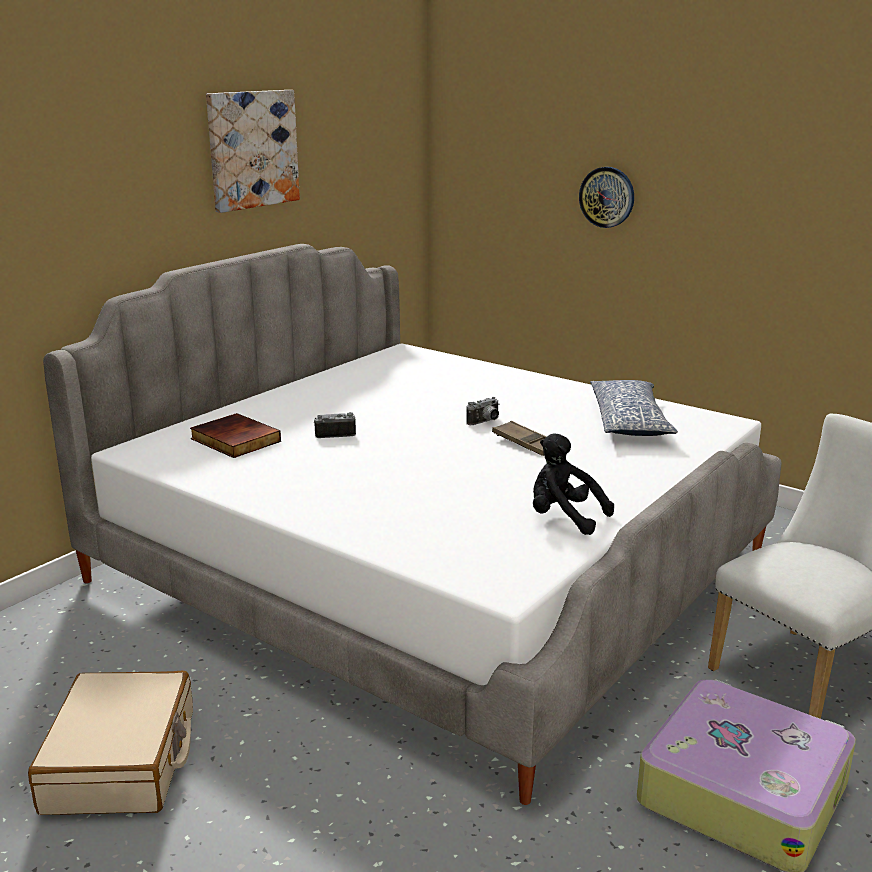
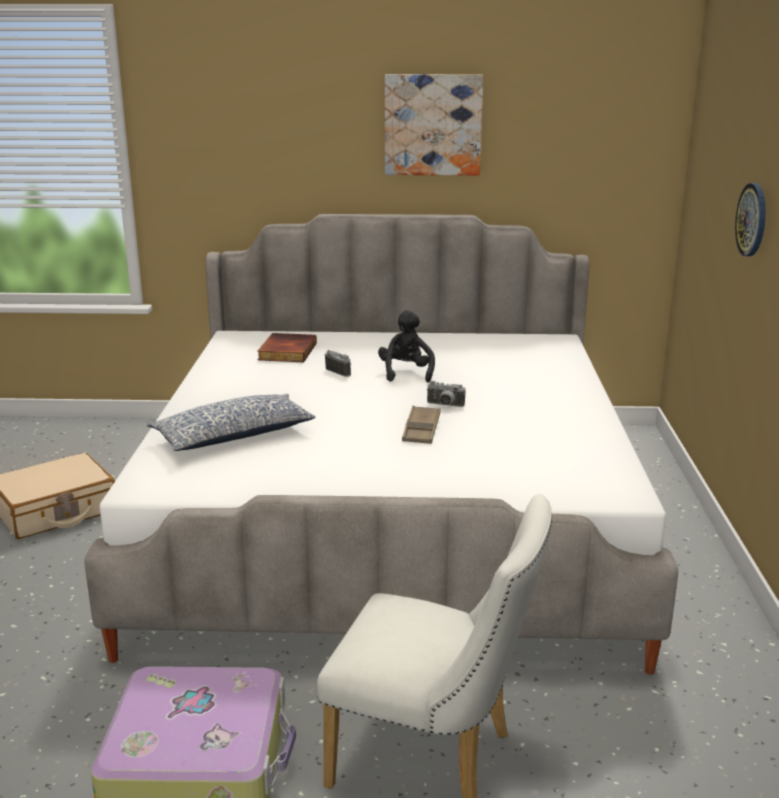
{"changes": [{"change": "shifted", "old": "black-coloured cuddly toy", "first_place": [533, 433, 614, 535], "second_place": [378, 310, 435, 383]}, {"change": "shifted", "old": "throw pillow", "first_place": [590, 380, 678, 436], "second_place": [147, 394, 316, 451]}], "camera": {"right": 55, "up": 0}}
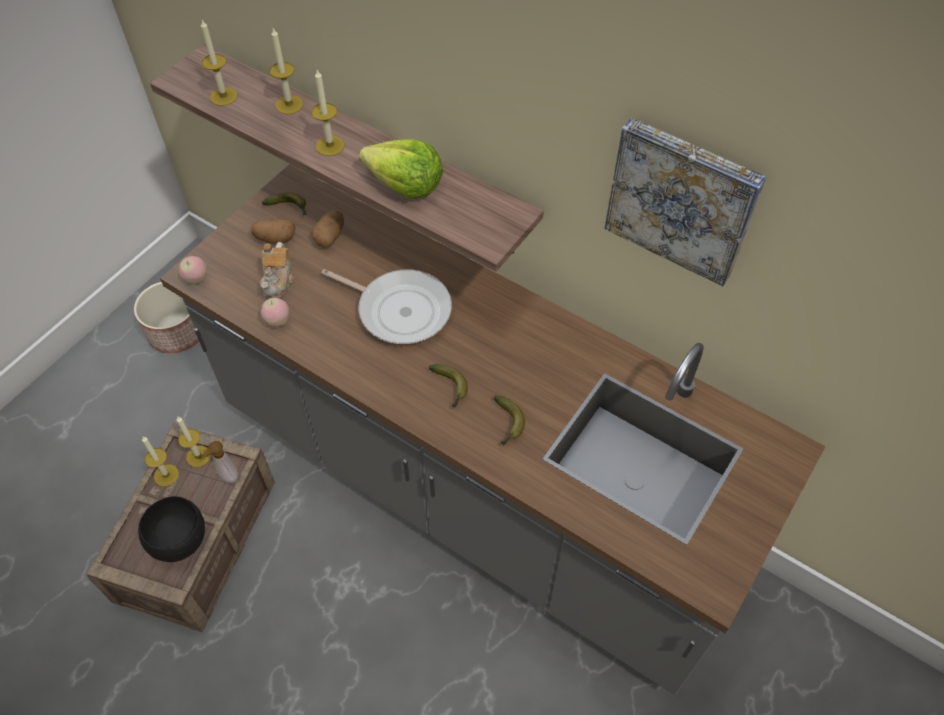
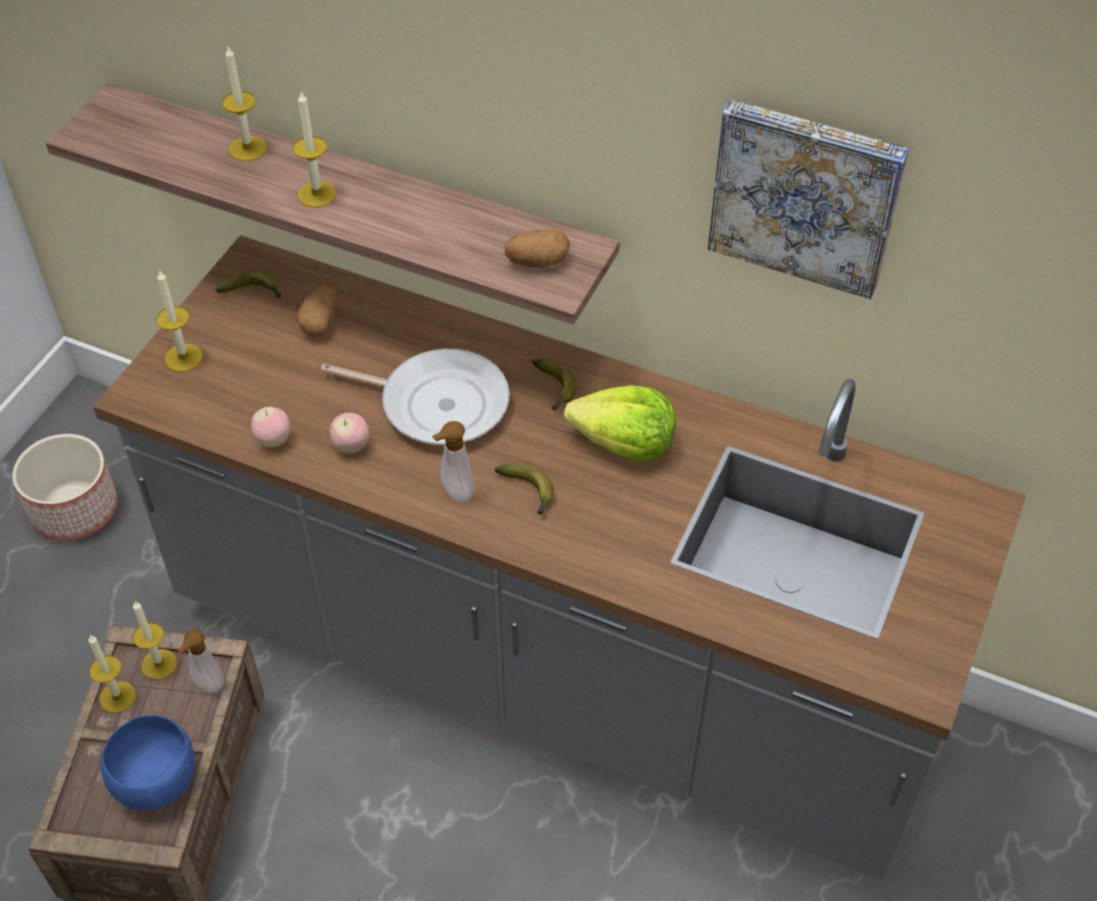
{"changes": [{"change": "repainted", "old": "black-coloured deep dish", "new": "blue deep dish", "first_place": [138, 496, 205, 562], "second_place": [101, 715, 195, 810]}, {"change": "shifted", "old": "apple", "first_place": [179, 256, 207, 285], "second_place": [330, 413, 369, 454]}, {"change": "shifted", "old": "wax candle", "first_place": [201, 20, 238, 106], "second_place": [156, 270, 203, 372]}, {"change": "shifted", "old": "whole potato", "first_place": [251, 219, 295, 244], "second_place": [504, 229, 570, 268]}, {"change": "gone", "old": "pot for tea", "first_place": [260, 242, 295, 299]}, {"change": "shifted", "old": "lettuce", "first_place": [359, 139, 443, 200], "second_place": [564, 386, 676, 462]}, {"change": "shifted", "old": "banana", "first_place": [494, 396, 525, 446], "second_place": [532, 359, 577, 411]}, {"change": "new", "new": "liquid soap bottle", "second_place": [432, 421, 474, 502]}], "camera": {"right": -10, "up": -5}}
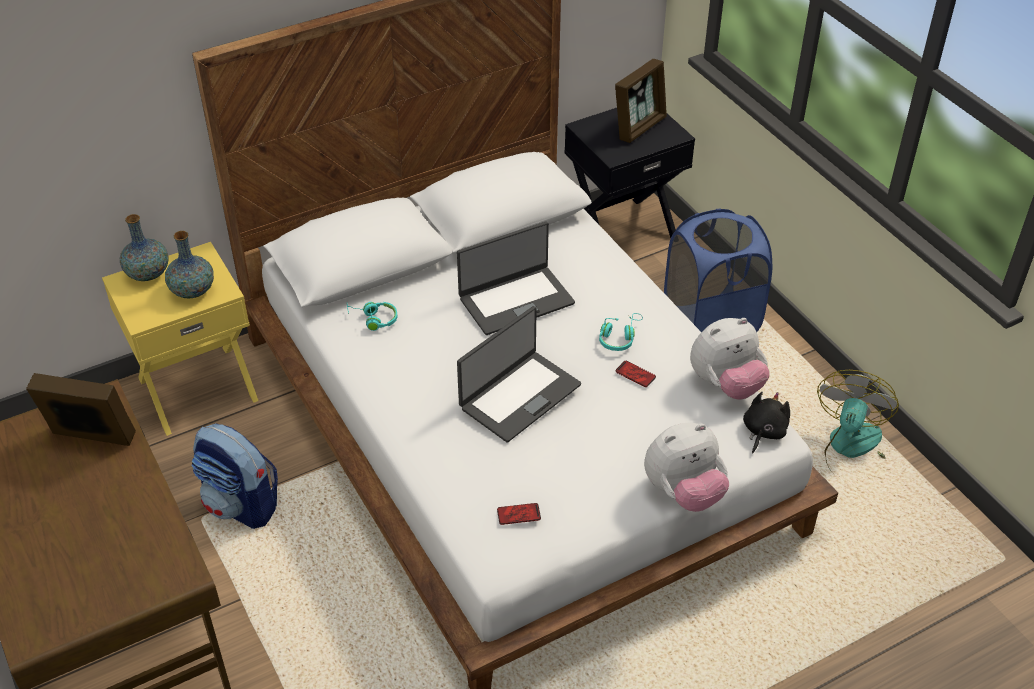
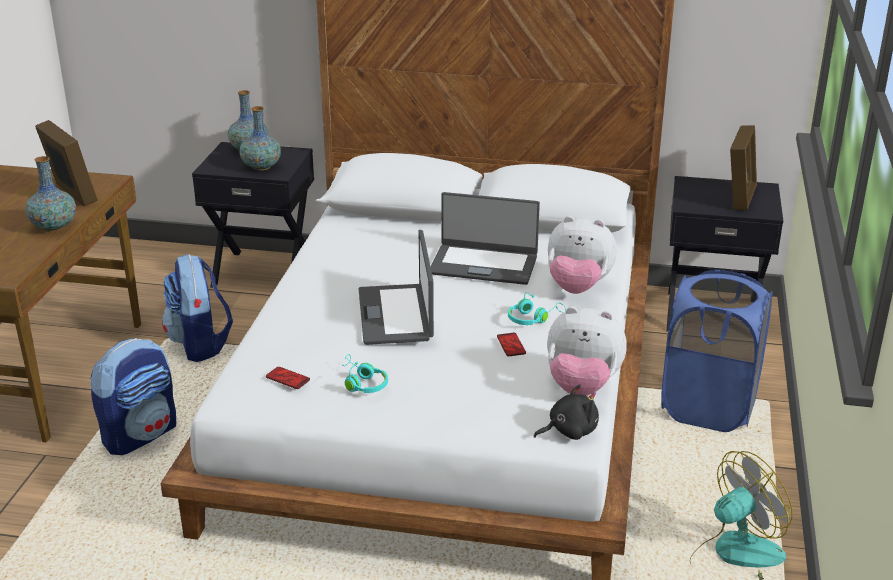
{"changes": [{"change": "repainted", "old": "yellowish bedside table", "new": "black-coloured bedside table", "first_place": [102, 242, 259, 436], "second_place": [192, 142, 314, 288]}, {"change": "shifted", "old": "turquoise-coloured headset", "first_place": [347, 302, 397, 331], "second_place": [342, 354, 388, 393]}, {"change": "rotated", "old": "laptop", "first_place": [457, 306, 581, 443], "second_place": [358, 230, 434, 345], "degrees": 90}, {"change": "rotated", "old": "photo frame", "first_place": [615, 59, 667, 143], "second_place": [730, 125, 757, 210], "degrees": -60}, {"change": "shifted", "old": "cuddly toy", "first_place": [644, 423, 729, 512], "second_place": [548, 216, 617, 294]}, {"change": "new", "new": "flower vase", "second_place": [25, 156, 76, 232]}, {"change": "new", "new": "rucksack", "second_place": [90, 338, 176, 455]}], "camera": {"right": 40, "up": -15}}
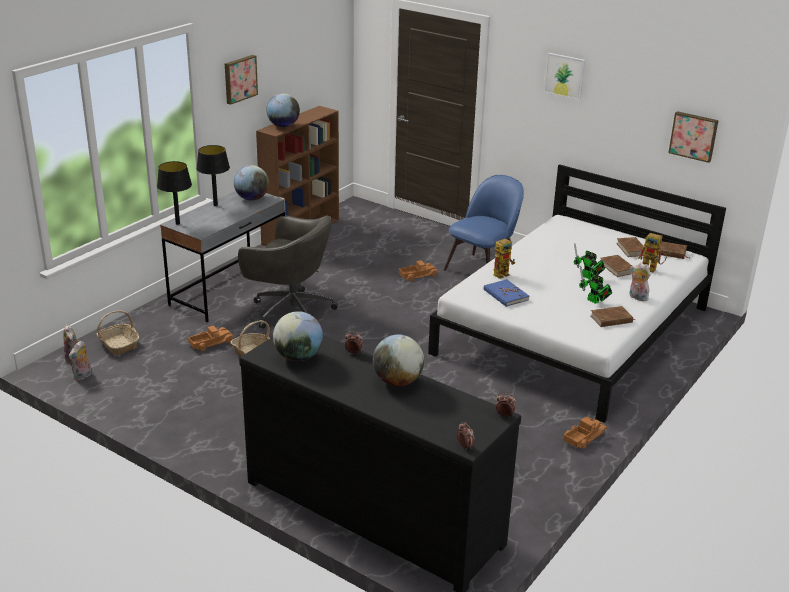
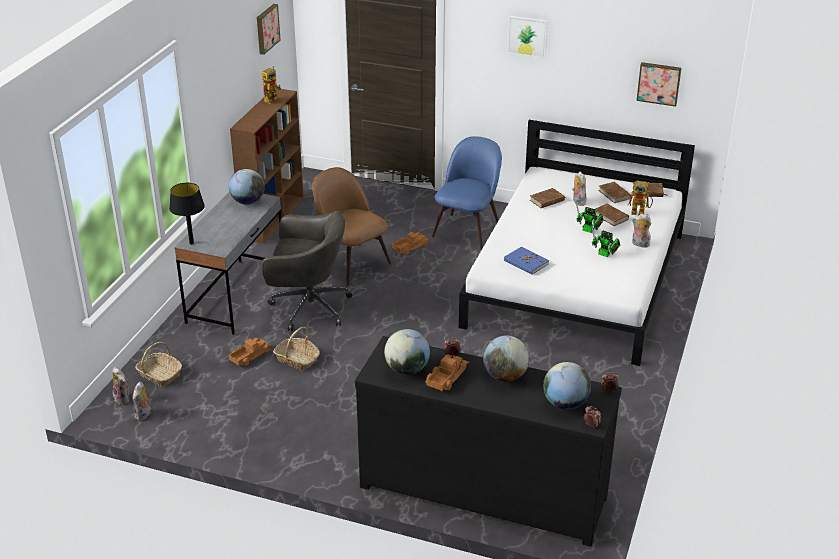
{"changes": [{"change": "gone", "old": "black-coloured tabletop lamp", "first_place": [196, 145, 230, 206]}, {"change": "shifted", "old": "wall art", "first_place": [225, 55, 258, 105], "second_place": [257, 4, 280, 55]}, {"change": "shifted", "old": "desk globe", "first_place": [266, 93, 300, 127], "second_place": [543, 362, 591, 410]}, {"change": "shifted", "old": "toy robot", "first_place": [494, 237, 515, 279], "second_place": [262, 66, 281, 104]}, {"change": "shifted", "old": "toy lorry", "first_place": [562, 417, 607, 449], "second_place": [425, 354, 469, 391]}, {"change": "shifted", "old": "brownish book", "first_place": [591, 306, 635, 327], "second_place": [530, 188, 566, 208]}, {"change": "new", "new": "brownish upright chair", "second_place": [312, 167, 391, 286]}, {"change": "new", "new": "cuddly toy", "second_place": [572, 172, 587, 206]}], "camera": {"right": -15, "up": 5}}
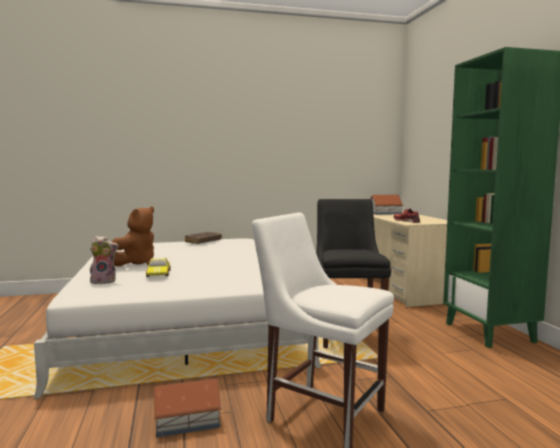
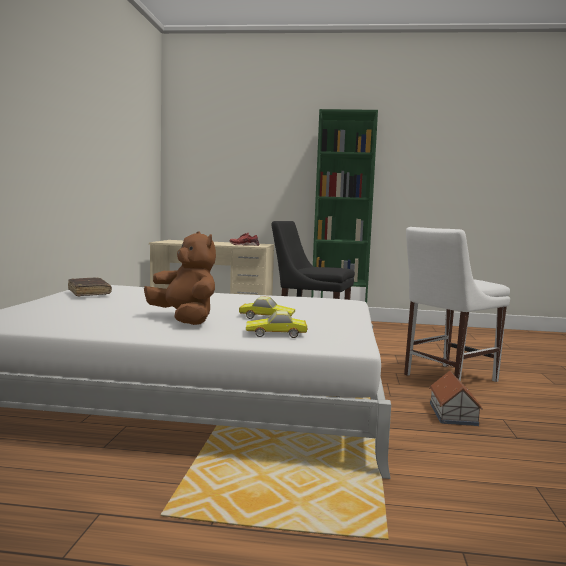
{"changes": [{"change": "swapped", "old": "cuddly toy", "new": "model car", "first_place": [90, 236, 119, 284], "second_place": [246, 310, 307, 338]}, {"change": "gone", "old": "model house", "first_place": [371, 194, 403, 215]}], "camera": {"right": -70, "up": 0}}
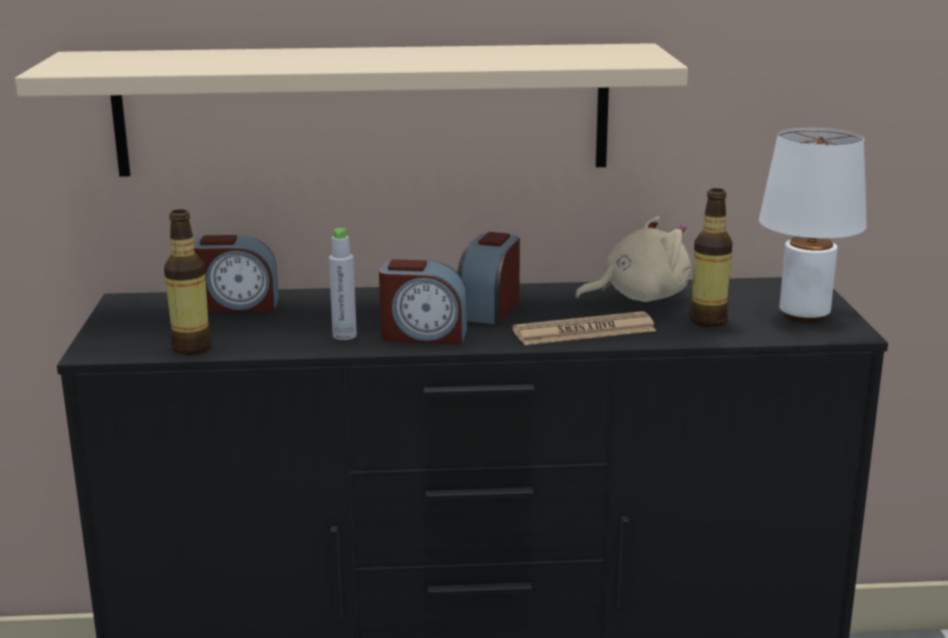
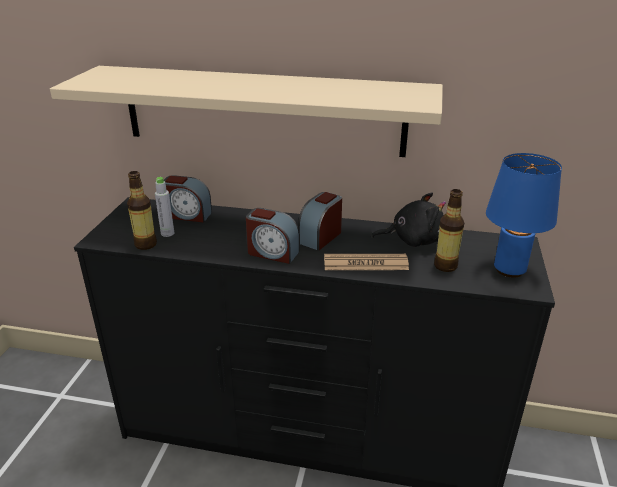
{"changes": [{"change": "shifted", "old": "grey bottle", "first_place": [329, 228, 357, 340], "second_place": [155, 177, 174, 237]}, {"change": "repainted", "old": "sand-coloured cuddly toy", "new": "black-coloured cuddly toy", "first_place": [575, 216, 691, 302], "second_place": [371, 192, 446, 247]}, {"change": "repainted", "old": "white tabletop lamp", "new": "blue tabletop lamp", "first_place": [759, 127, 867, 323], "second_place": [486, 153, 562, 278]}], "camera": {"right": 15, "up": 10}}
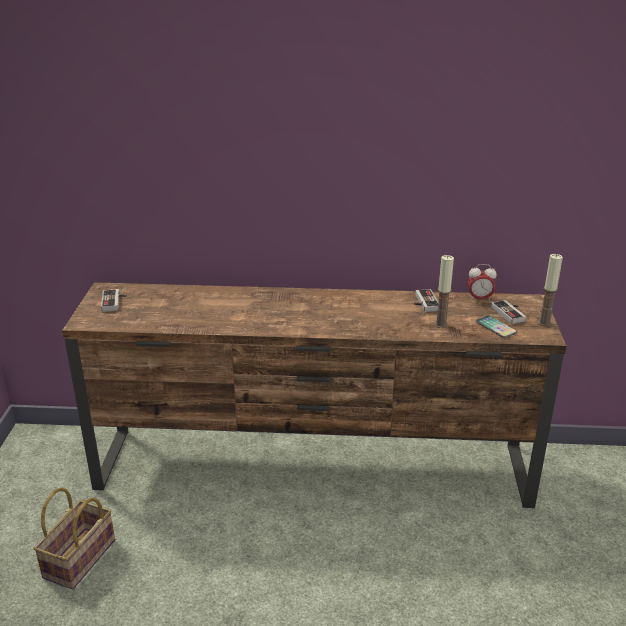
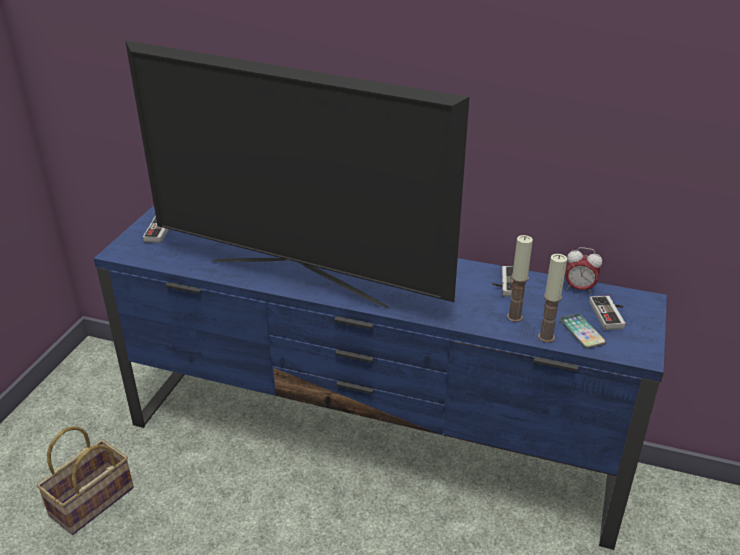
{"changes": [{"change": "repainted", "old": "brownish tv unit", "new": "blue tv unit", "first_place": [62, 282, 566, 508], "second_place": [93, 205, 667, 550]}, {"change": "shifted", "old": "wax candle", "first_place": [538, 254, 563, 327], "second_place": [538, 254, 567, 343]}, {"change": "new", "new": "TV", "second_place": [125, 40, 469, 309]}], "camera": {"right": 15, "up": 5}}
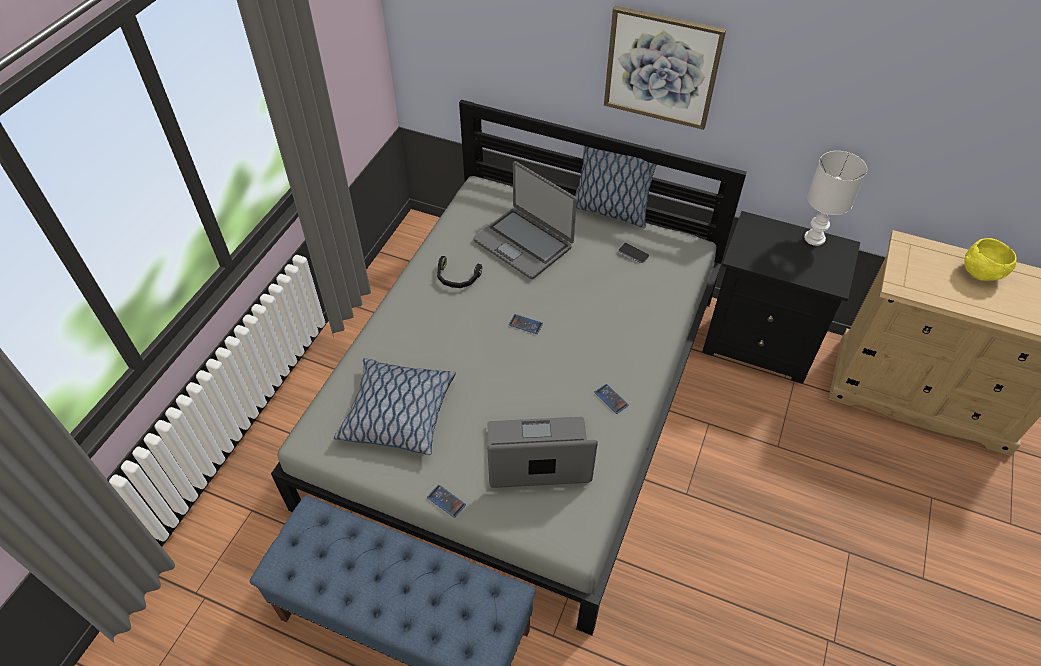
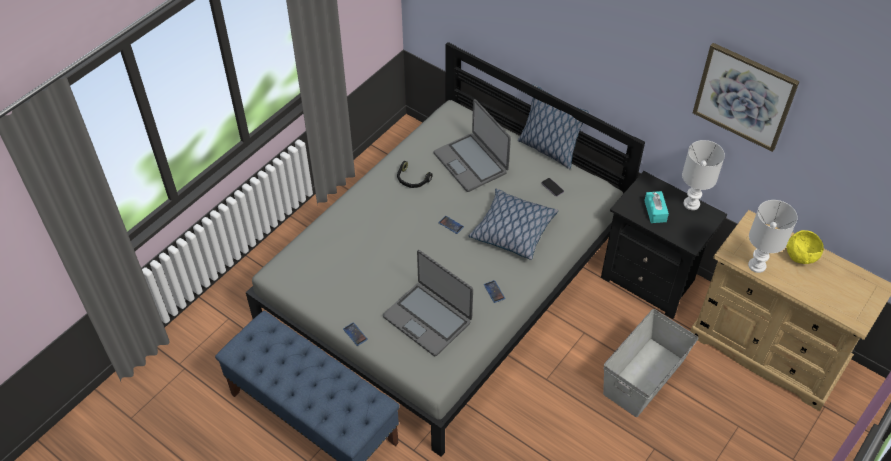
{"changes": [{"change": "shifted", "old": "throw pillow", "first_place": [334, 358, 456, 455], "second_place": [468, 189, 558, 260]}, {"change": "rotated", "old": "laptop", "first_place": [487, 417, 598, 488], "second_place": [383, 250, 473, 356], "degrees": -150}, {"change": "shifted", "old": "wall art", "first_place": [604, 6, 726, 130], "second_place": [693, 43, 799, 152]}, {"change": "new", "new": "grey storage box", "second_place": [603, 309, 698, 417]}, {"change": "new", "new": "turquoise-coloured tissue box", "second_place": [644, 191, 669, 223]}, {"change": "new", "new": "white tabletop lamp", "second_place": [748, 200, 797, 273]}], "camera": {"right": 15, "up": 0}}
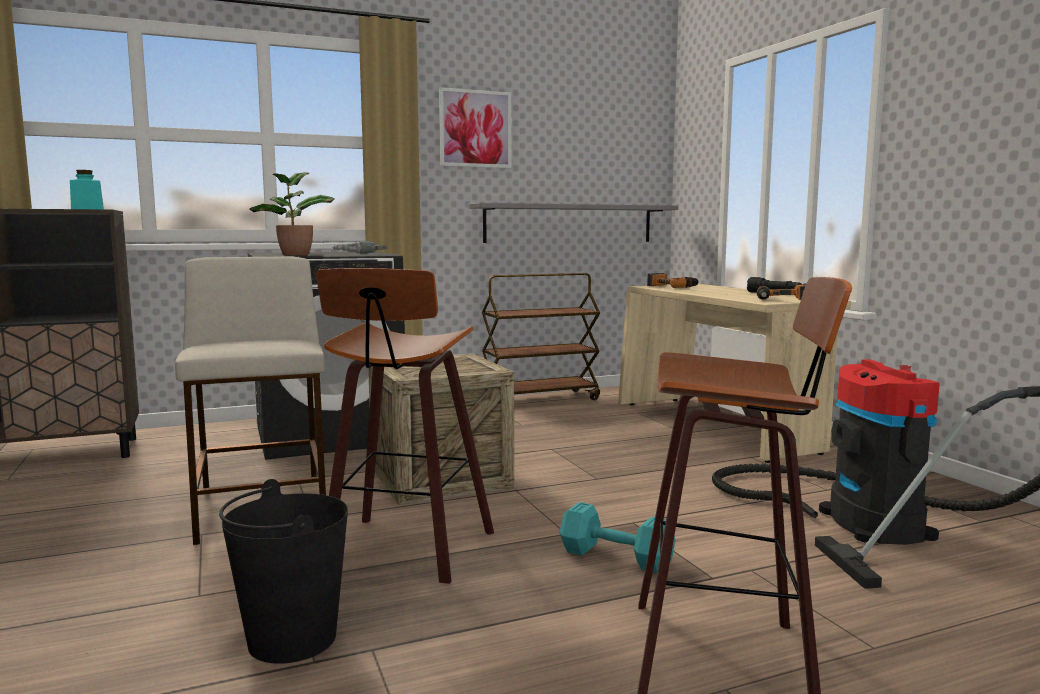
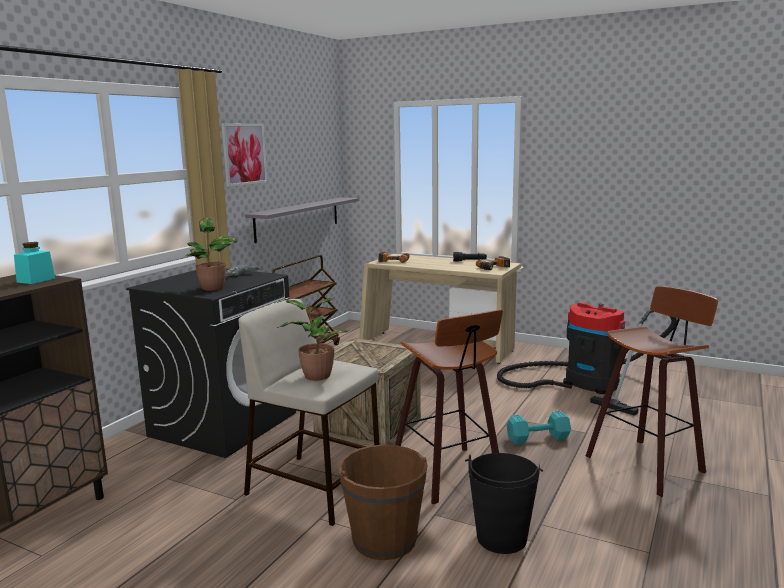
{"changes": [{"change": "new", "new": "plant in a pot", "second_place": [278, 298, 350, 381]}, {"change": "new", "new": "brownish bucket", "second_place": [338, 445, 427, 560]}], "camera": {"right": -40, "up": 5}}
